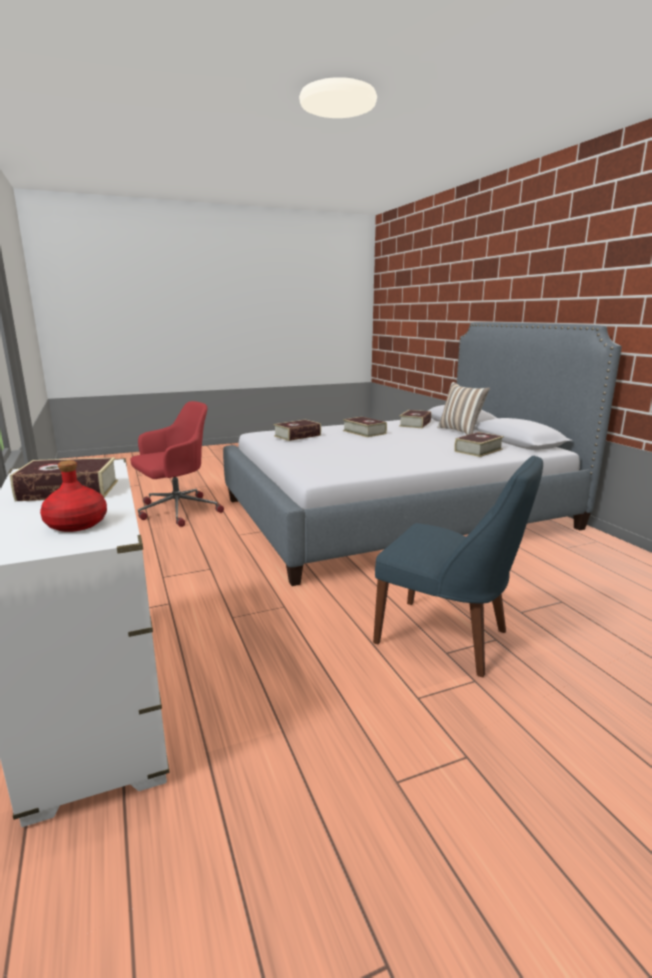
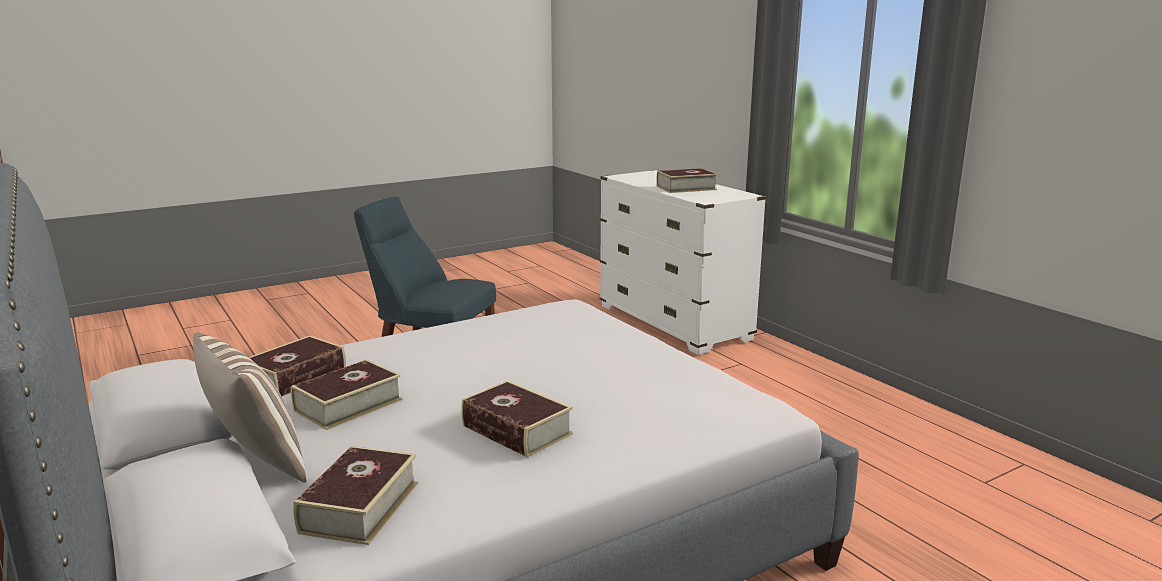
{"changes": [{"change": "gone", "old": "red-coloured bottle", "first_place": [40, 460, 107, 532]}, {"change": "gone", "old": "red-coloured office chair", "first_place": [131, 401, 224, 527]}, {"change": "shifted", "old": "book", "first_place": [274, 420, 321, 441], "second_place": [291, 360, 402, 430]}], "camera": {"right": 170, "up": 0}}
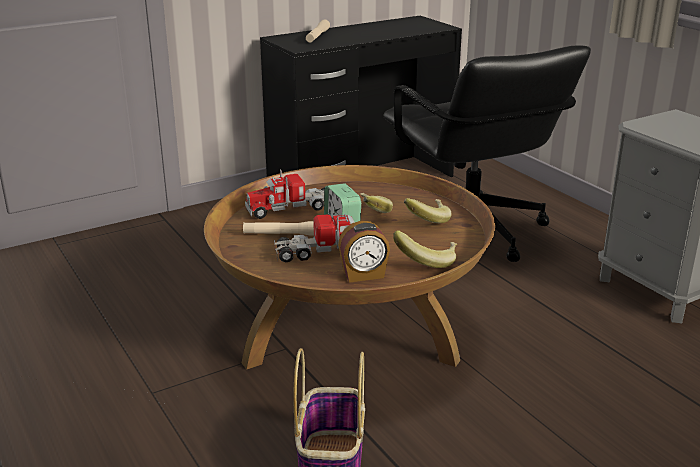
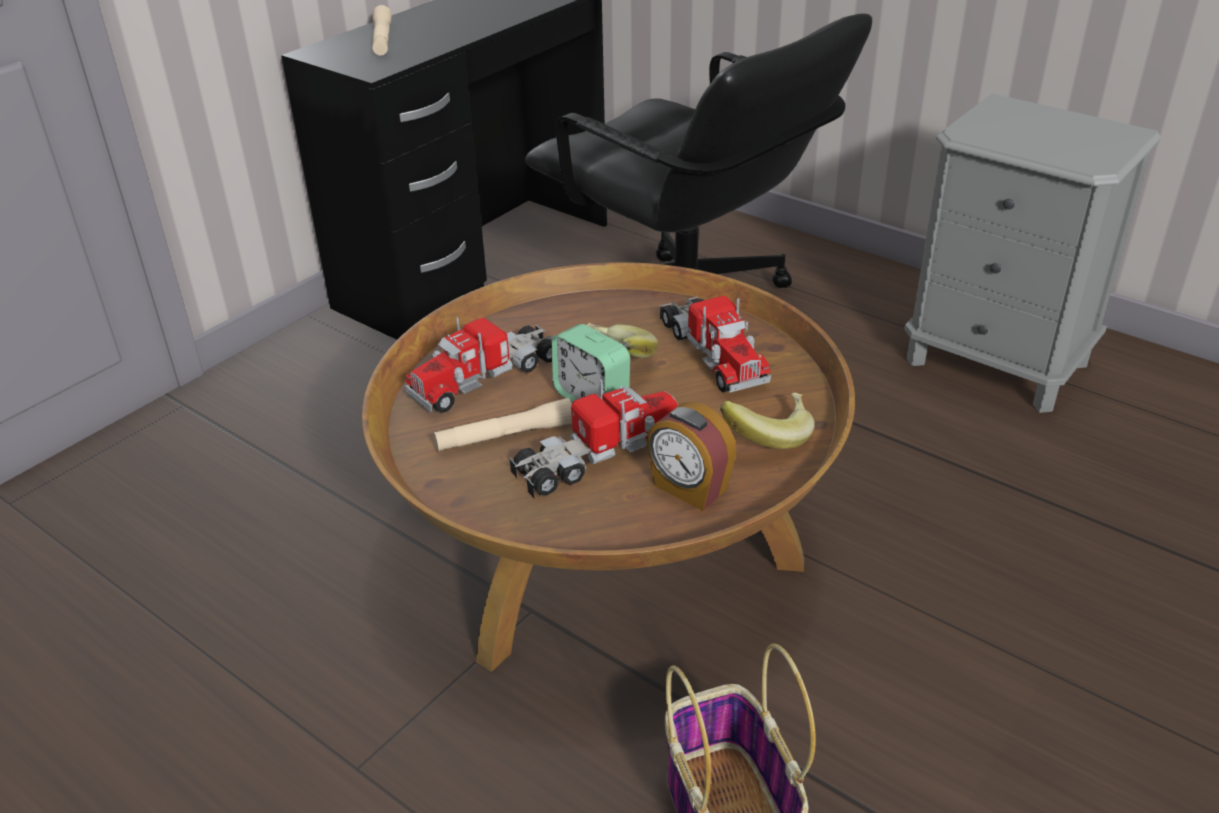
{"changes": [{"change": "rotated", "old": "table clock", "first_place": [338, 221, 390, 282], "second_place": [646, 401, 736, 511], "degrees": 75}, {"change": "swapped", "old": "banana", "new": "toy lorry", "first_place": [404, 198, 452, 223], "second_place": [660, 296, 771, 393]}], "camera": {"right": -20, "up": 10}}
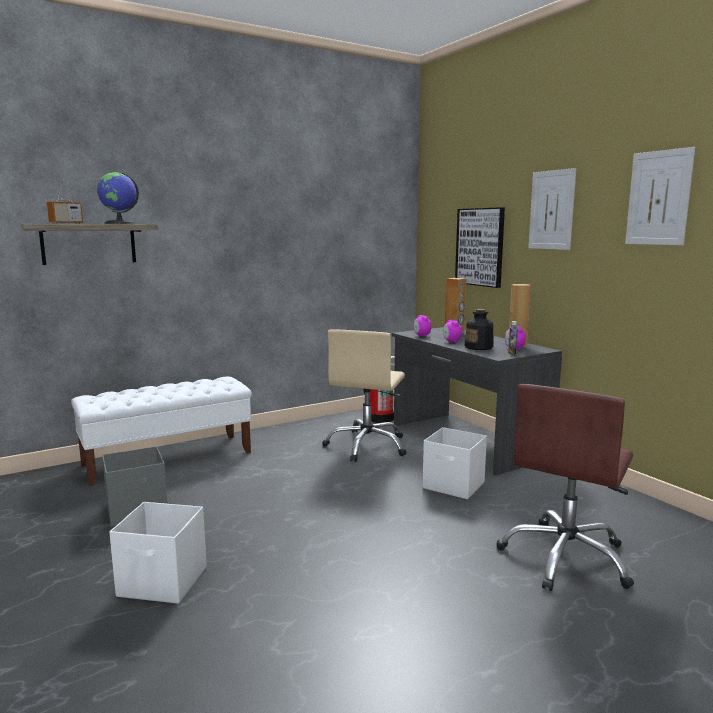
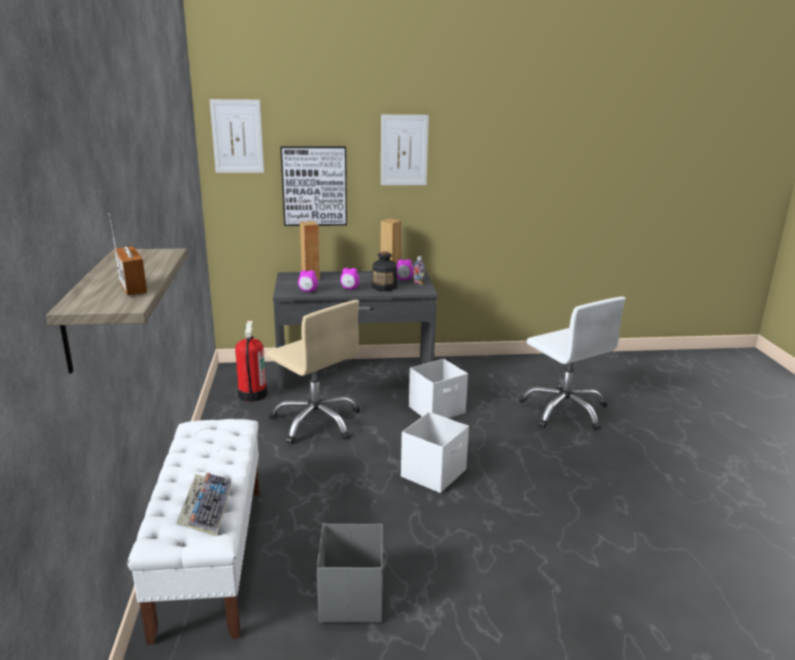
{"changes": [{"change": "gone", "old": "desk globe", "first_place": [97, 172, 139, 224]}, {"change": "shifted", "old": "white storage box", "first_place": [109, 502, 207, 604], "second_place": [401, 412, 469, 493]}, {"change": "repainted", "old": "brownish office chair", "new": "white office chair", "first_place": [496, 384, 634, 591], "second_place": [519, 297, 626, 431]}, {"change": "shifted", "old": "wall art", "first_place": [625, 147, 695, 245], "second_place": [210, 99, 264, 173]}, {"change": "new", "new": "keyboard", "second_place": [176, 472, 232, 536]}], "camera": {"right": -65, "up": 10}}
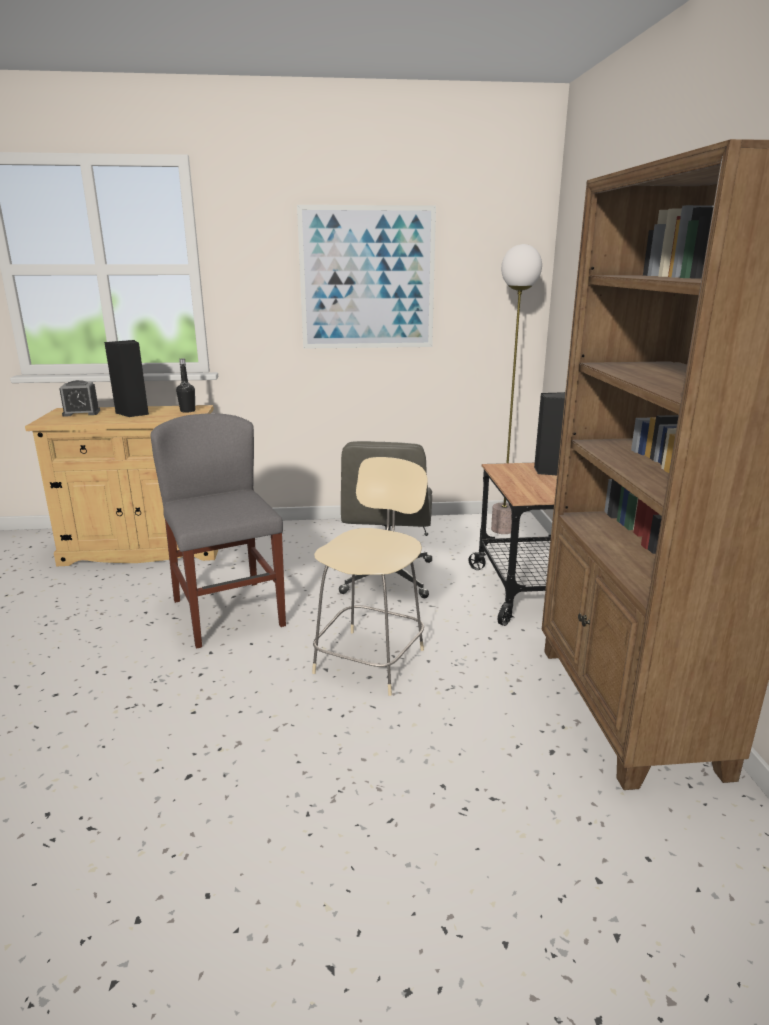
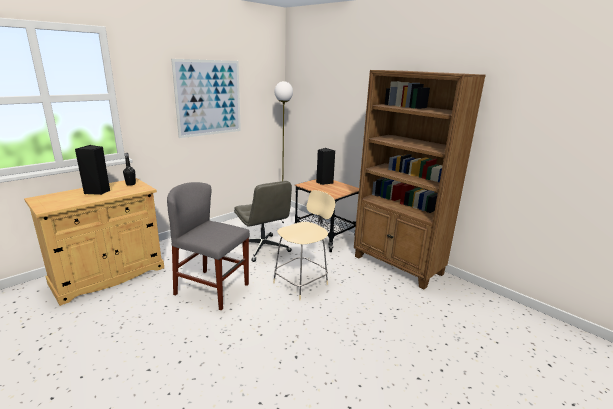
{"changes": [{"change": "gone", "old": "table clock", "first_place": [59, 380, 100, 417]}, {"change": "rotated", "old": "sand-coloured upright chair", "first_place": [312, 457, 427, 696], "second_place": [273, 190, 335, 300], "degrees": 60}], "camera": {"right": -40, "up": 0}}
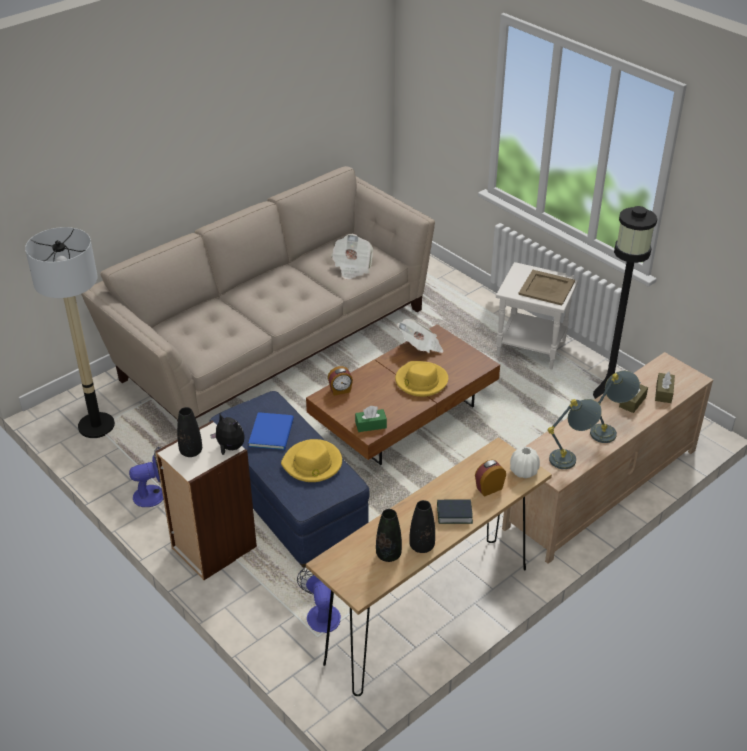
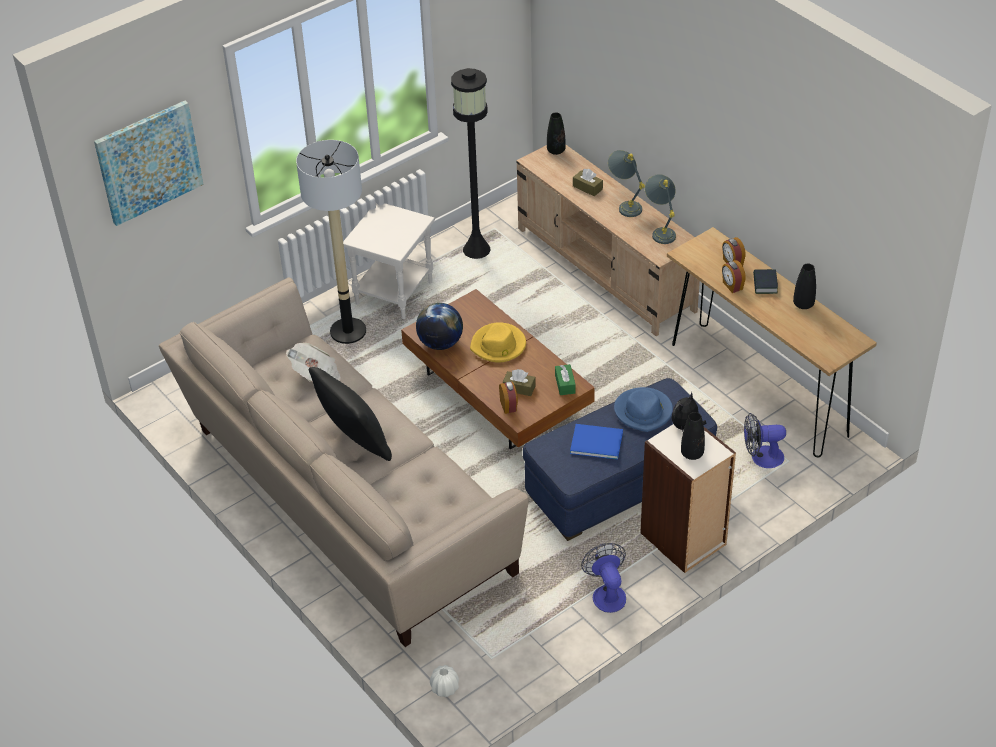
{"changes": [{"change": "shifted", "old": "standard lamp", "first_place": [25, 227, 115, 438], "second_place": [296, 140, 366, 344]}, {"change": "repainted", "old": "yellowish wearable hat", "new": "blue wearable hat", "first_place": [281, 439, 342, 482], "second_place": [614, 387, 673, 432]}, {"change": "shifted", "old": "black-coloured flower vase", "first_place": [376, 509, 402, 562], "second_place": [547, 112, 566, 155]}, {"change": "swapped", "old": "daily paper", "new": "desk globe", "first_place": [397, 319, 444, 353], "second_place": [416, 303, 463, 350]}, {"change": "shifted", "old": "white flower vase", "first_place": [510, 446, 540, 478], "second_place": [430, 665, 459, 697]}, {"change": "gone", "old": "sand-coloured serving tray", "first_place": [518, 270, 575, 305]}, {"change": "shifted", "old": "brownish tissue box", "first_place": [655, 371, 675, 403], "second_place": [503, 369, 536, 396]}, {"change": "new", "new": "wall art", "second_place": [94, 101, 204, 226]}, {"change": "new", "new": "black-coloured throw pillow", "second_place": [309, 367, 392, 461]}, {"change": "new", "new": "table clock", "second_place": [722, 260, 746, 293]}], "camera": {"right": -85, "up": 5}}
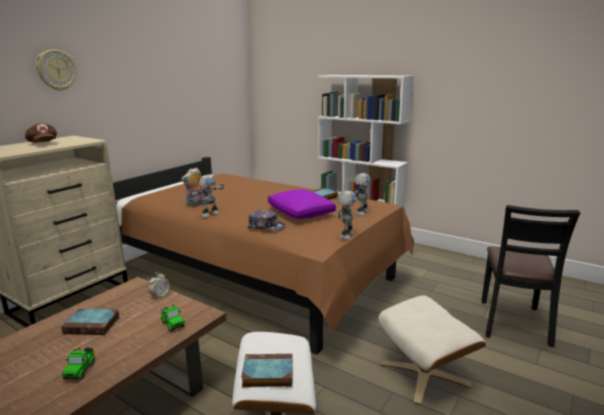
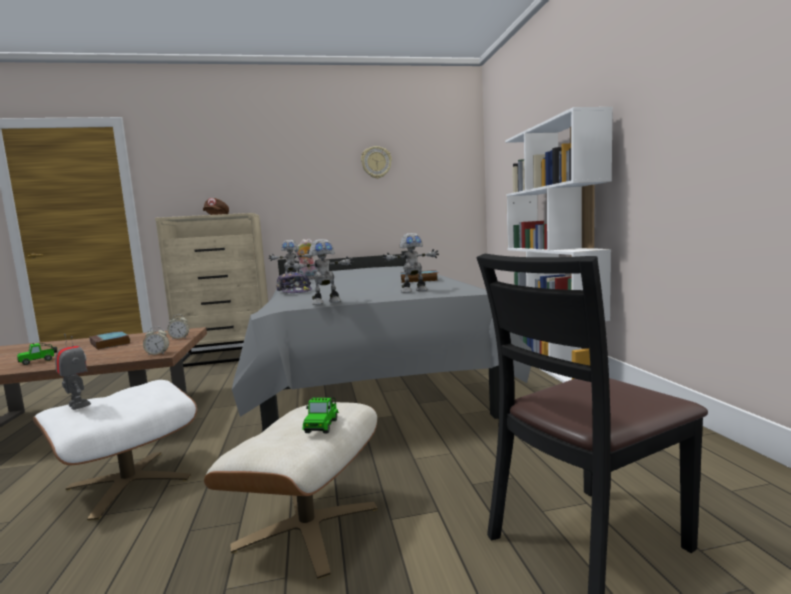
{"changes": [{"change": "shifted", "old": "wall clock", "first_place": [36, 49, 76, 91], "second_place": [361, 146, 392, 179]}, {"change": "repainted", "old": "brownish sleeping bed", "new": "grey sleeping bed", "first_place": [113, 157, 414, 355], "second_place": [232, 251, 532, 431]}, {"change": "shifted", "old": "model car", "first_place": [161, 305, 185, 331], "second_place": [302, 397, 339, 433]}, {"change": "swapped", "old": "book", "new": "toy robot", "first_place": [241, 354, 293, 387], "second_place": [55, 334, 91, 410]}, {"change": "gone", "old": "purple-coloured throw pillow", "first_place": [268, 189, 336, 219]}, {"change": "new", "new": "table clock", "second_place": [143, 326, 169, 356]}], "camera": {"right": 45, "up": -10}}
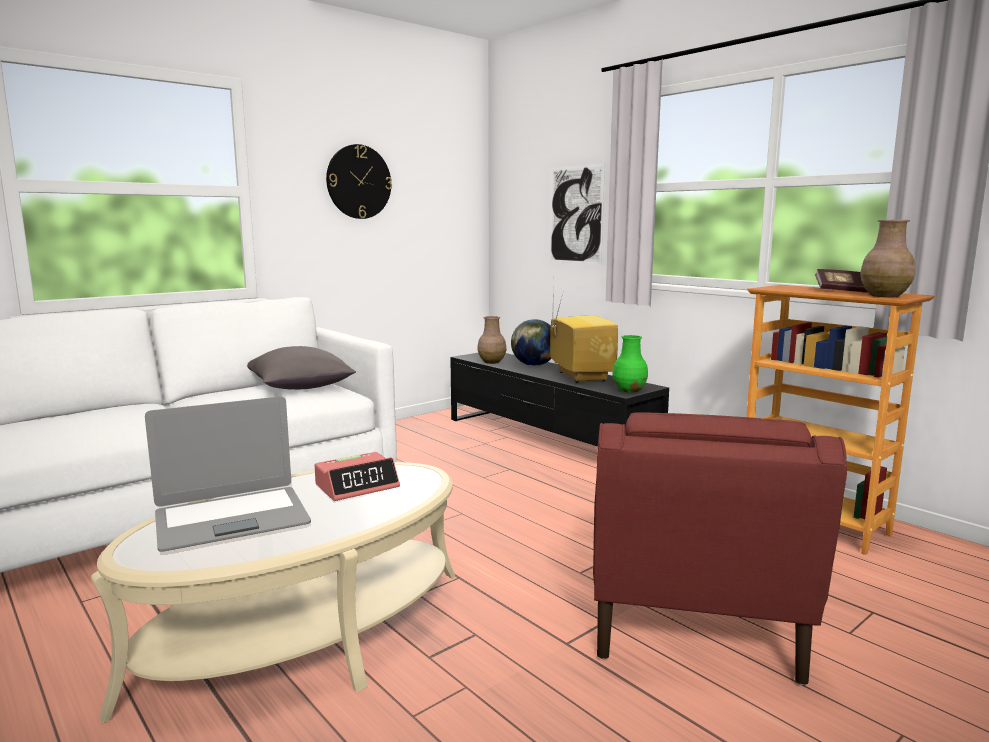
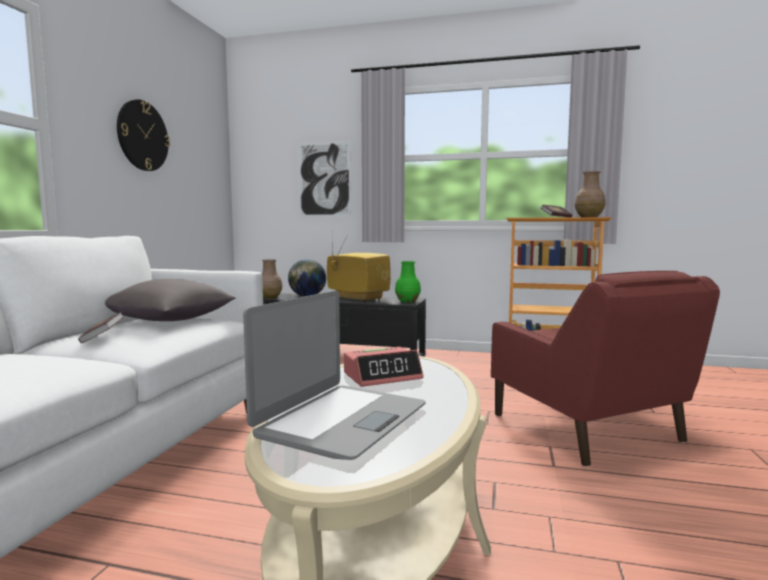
{"changes": [{"change": "rotated", "old": "table clock", "first_place": [314, 452, 400, 501], "second_place": [344, 347, 424, 387], "degrees": 45}, {"change": "new", "new": "book", "second_place": [78, 312, 124, 343]}], "camera": {"right": -35, "up": -5}}
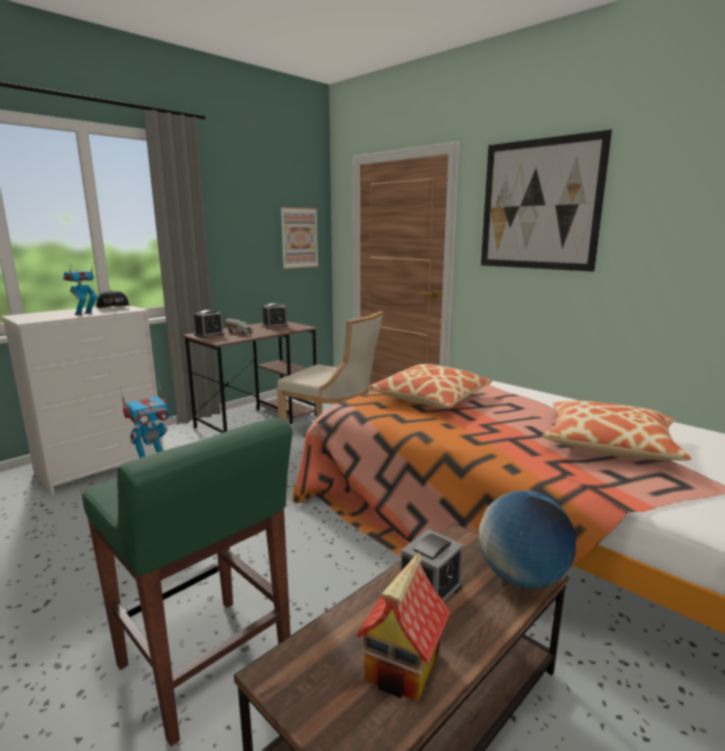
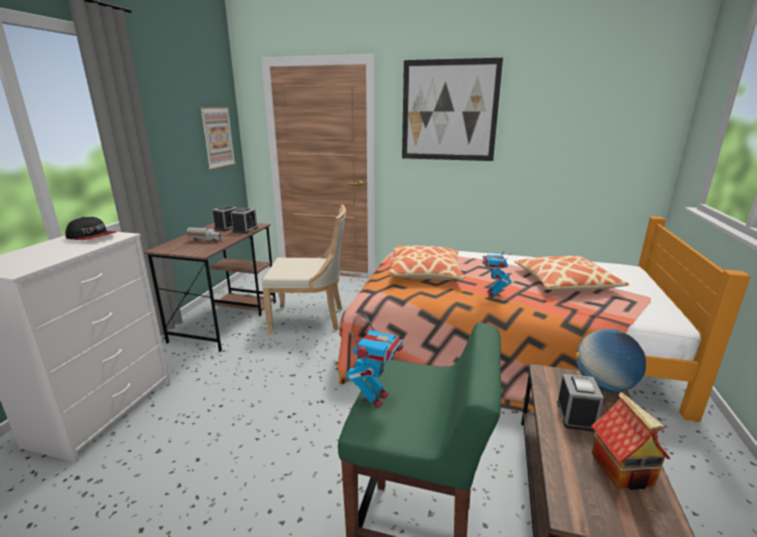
{"changes": [{"change": "shifted", "old": "toy robot", "first_place": [63, 263, 98, 316], "second_place": [483, 248, 511, 297]}, {"change": "shifted", "old": "table clock", "first_place": [194, 310, 225, 338], "second_place": [231, 208, 258, 234]}], "camera": {"right": -30, "up": 5}}
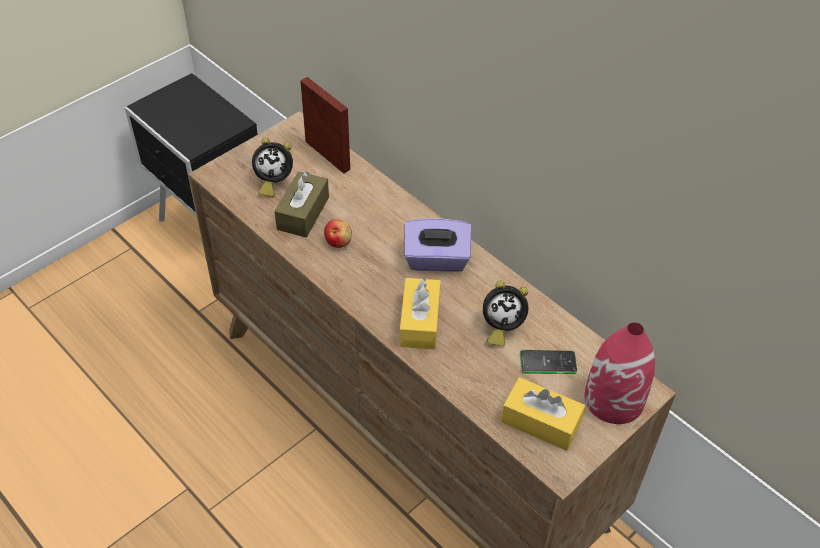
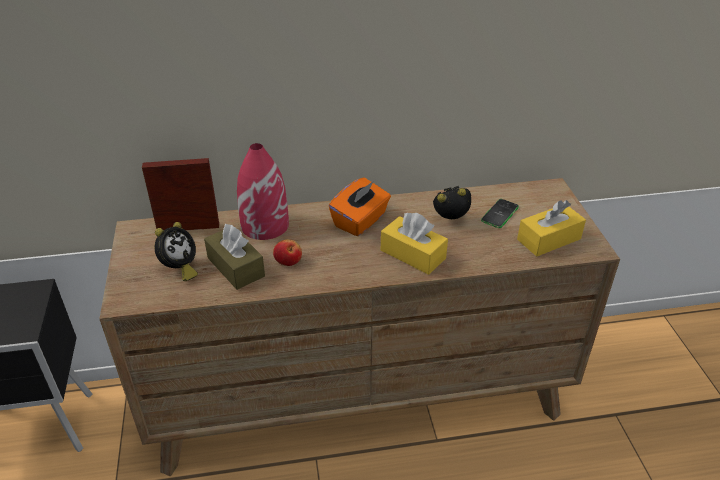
{"changes": [{"change": "repainted", "old": "purple-coloured tissue box", "new": "orange tissue box", "first_place": [404, 218, 471, 272], "second_place": [329, 177, 391, 236]}, {"change": "rotated", "old": "table clock", "first_place": [483, 280, 528, 346], "second_place": [433, 186, 471, 219], "degrees": -135}, {"change": "shifted", "old": "red-coloured flower vase", "first_place": [584, 322, 655, 424], "second_place": [237, 143, 289, 240]}], "camera": {"right": -55, "up": -10}}
